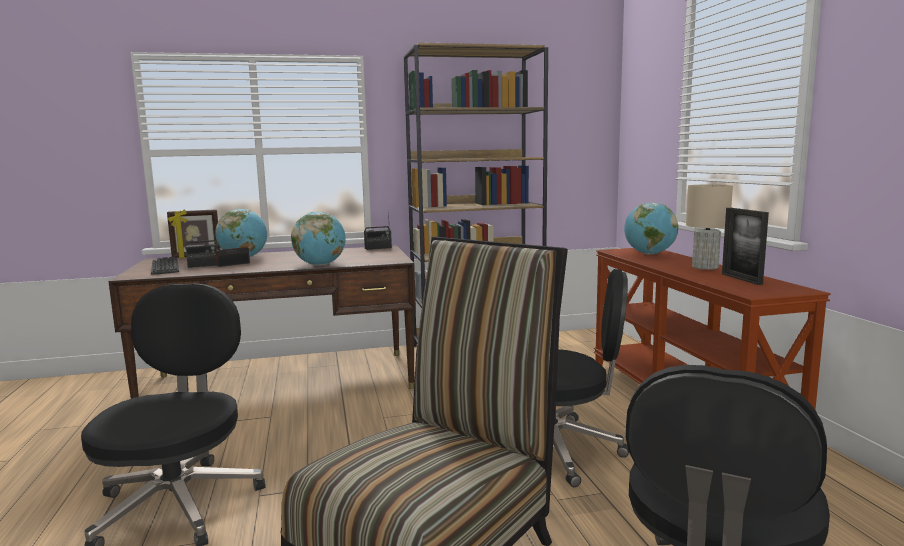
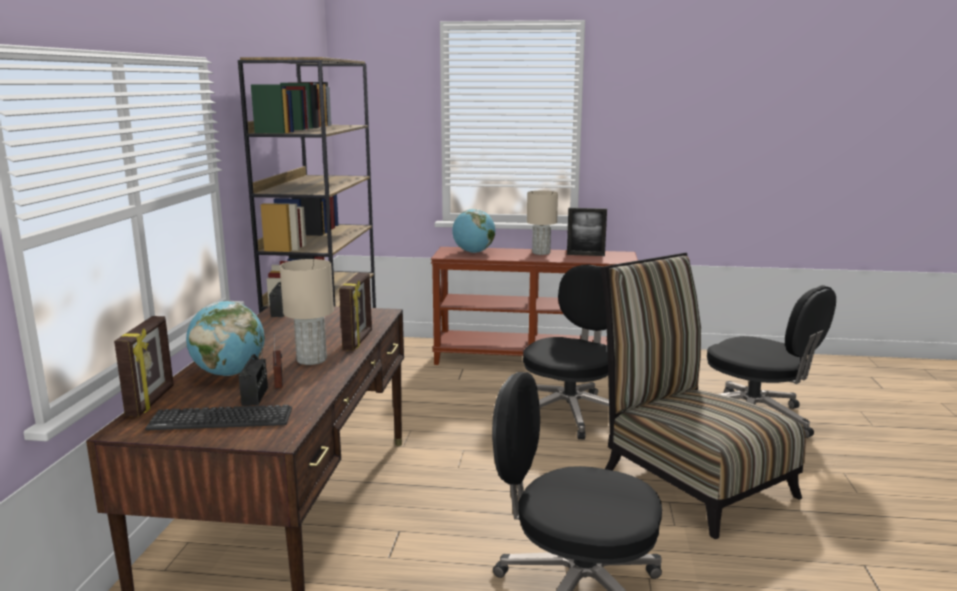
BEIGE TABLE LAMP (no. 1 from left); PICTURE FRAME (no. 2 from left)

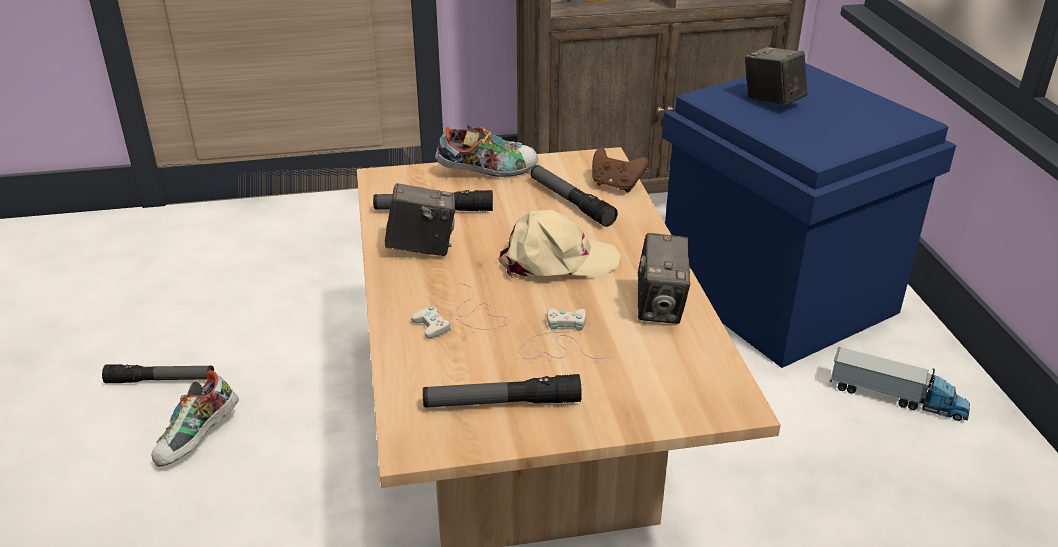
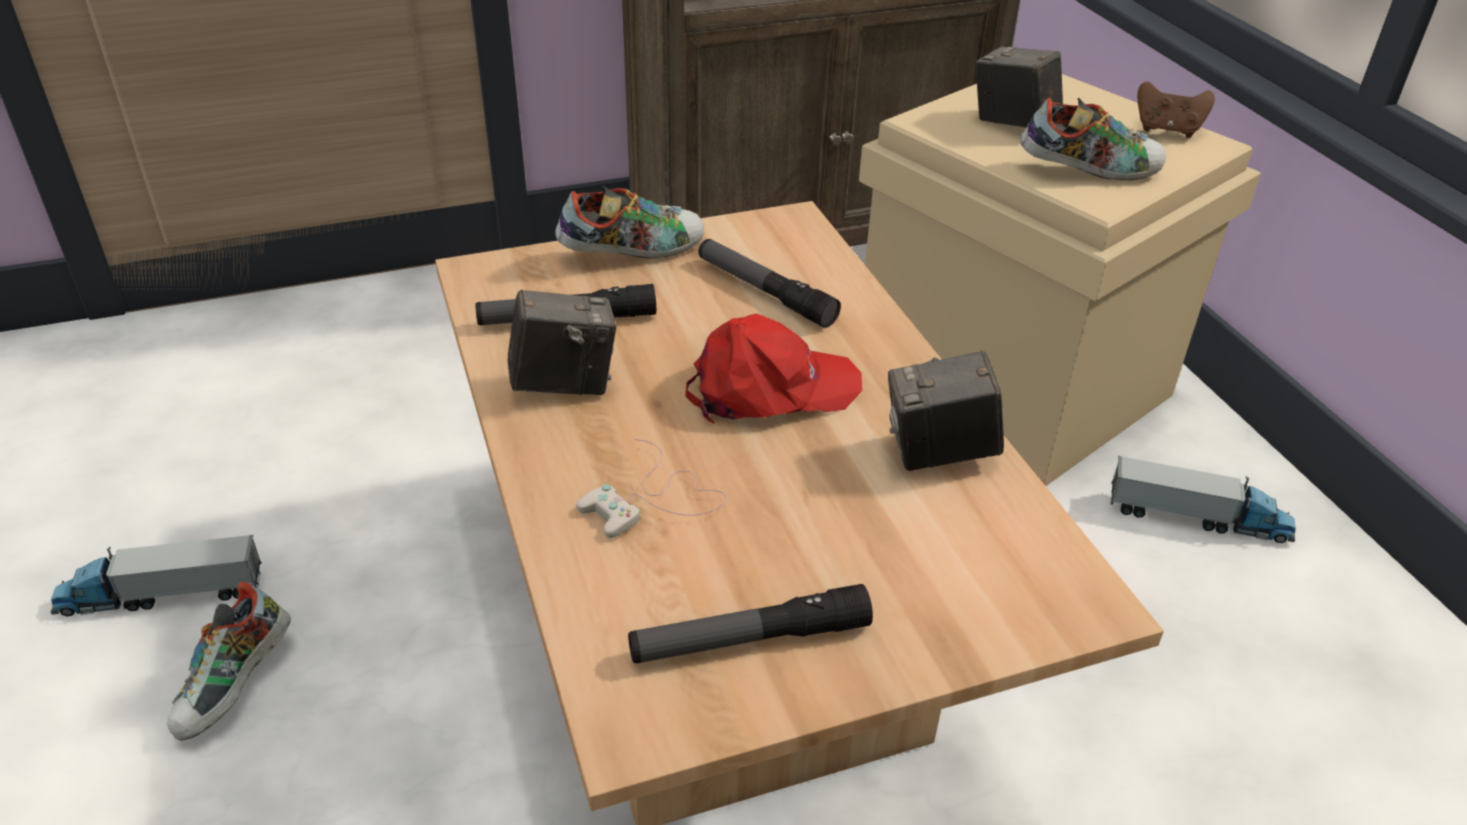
TOY TRUCK (no. 1 from left); RED CAP; BEIGE STORAGE BOX; PHOTO CAMERA (no. 2 from left); SHOE (no. 3 from left); BROWN GAME CONTROLLER; WHITE GAME CONTROLLER (no. 2 from left in the first image)

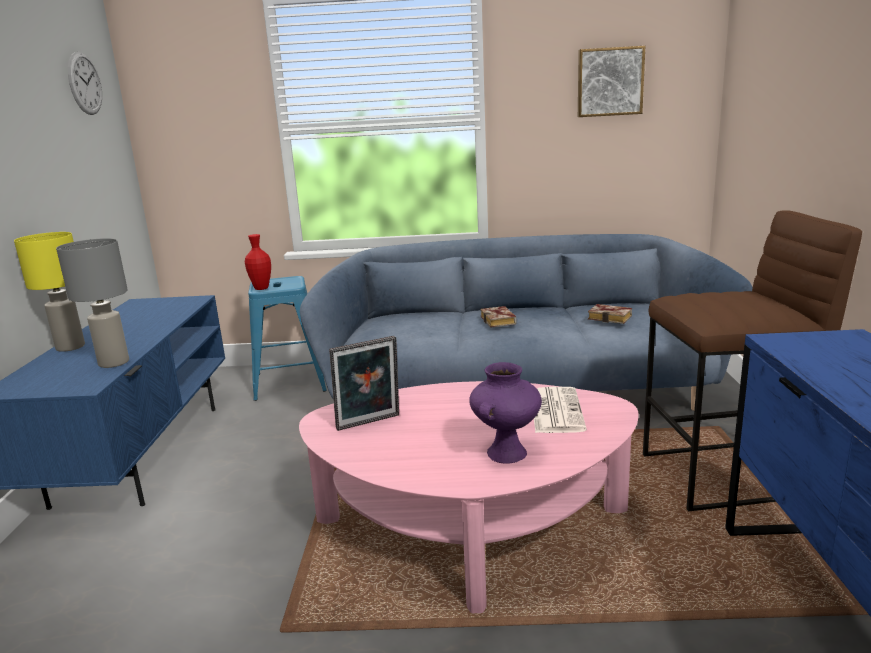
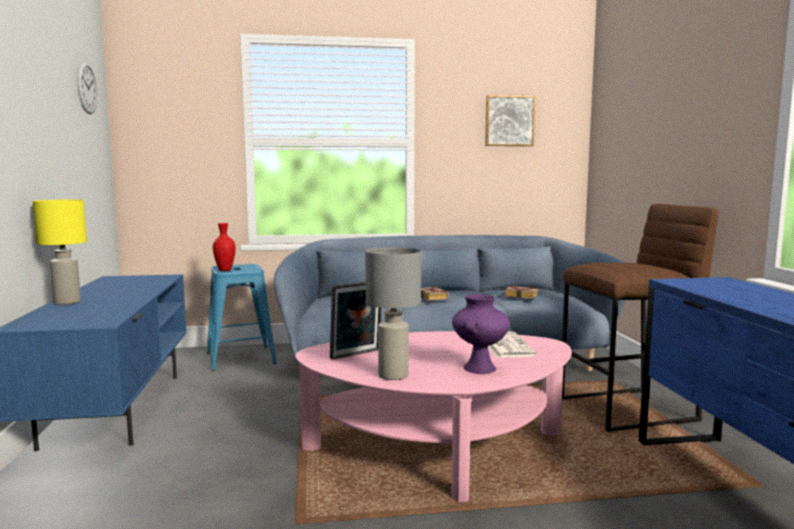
GREY TABLE LAMP

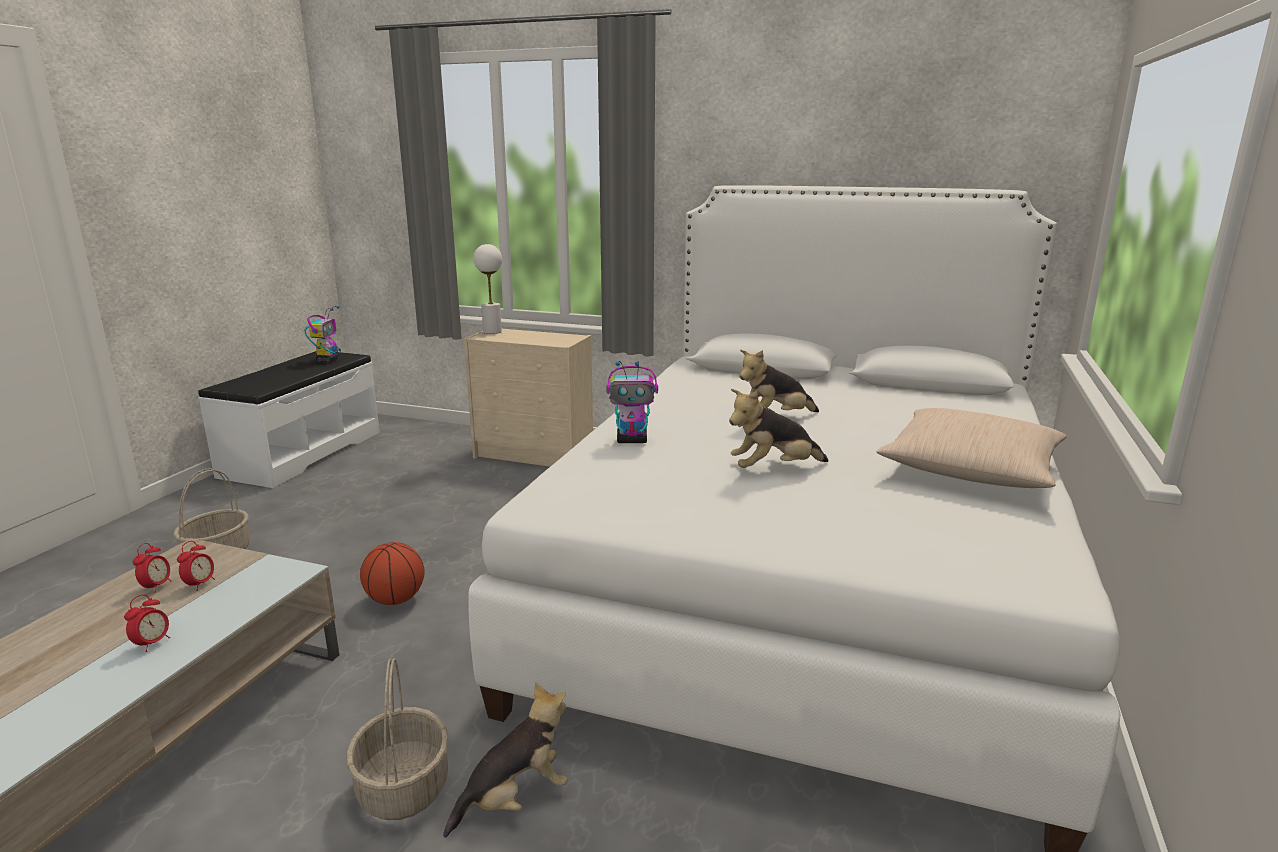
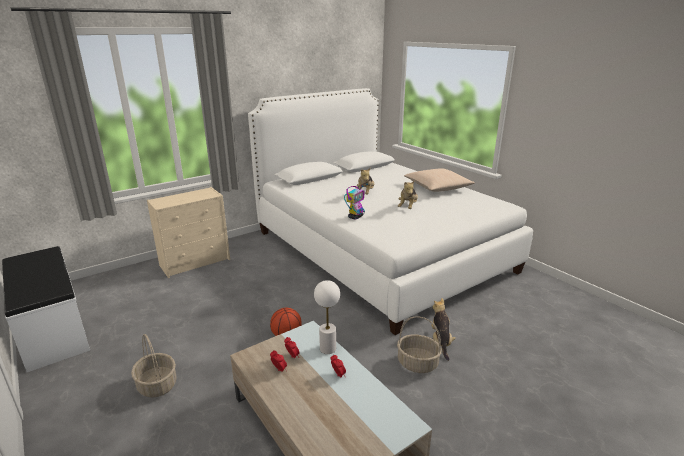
WHITE TABLE LAMP; TOY ROBOT (no. 1 from left in the first image)

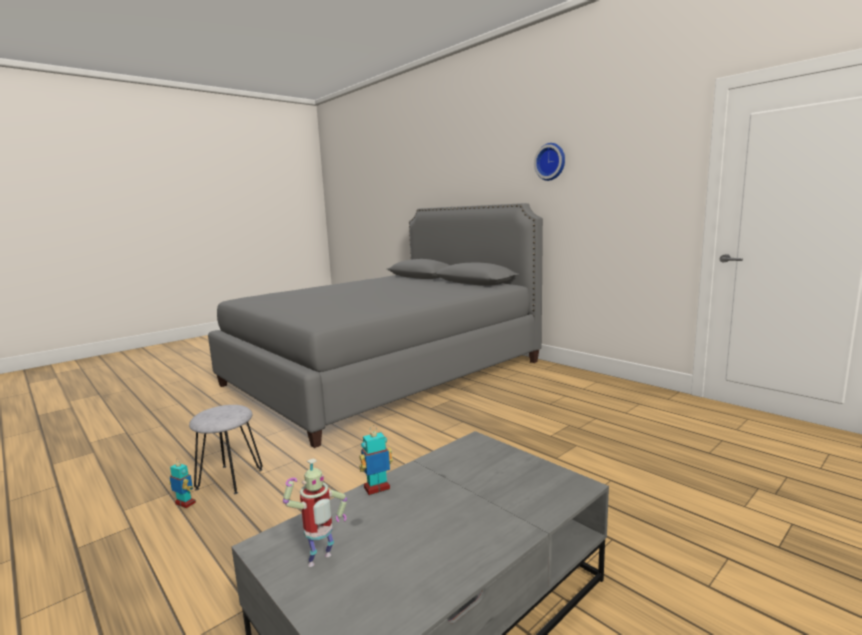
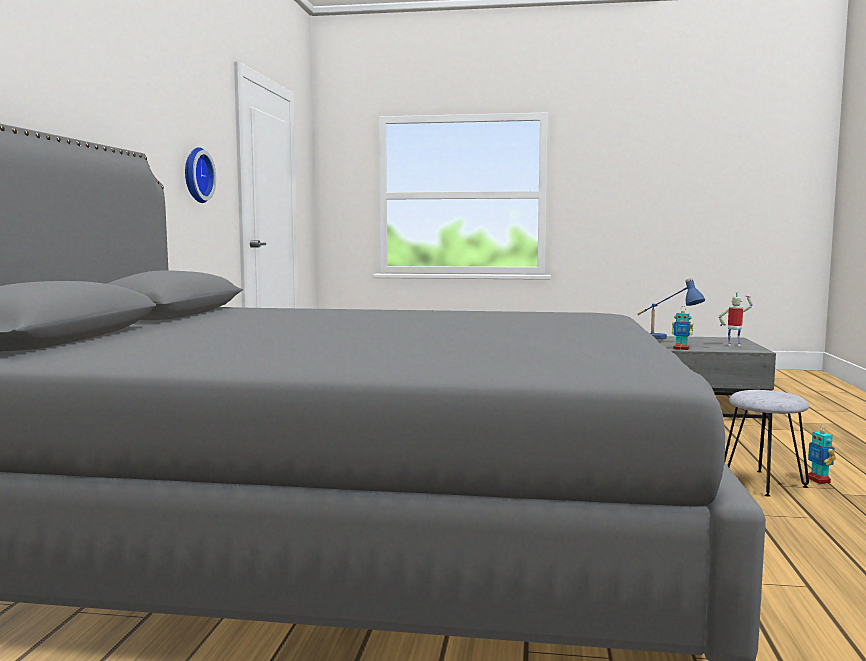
WALL CLOCK; BLUE TABLE LAMP

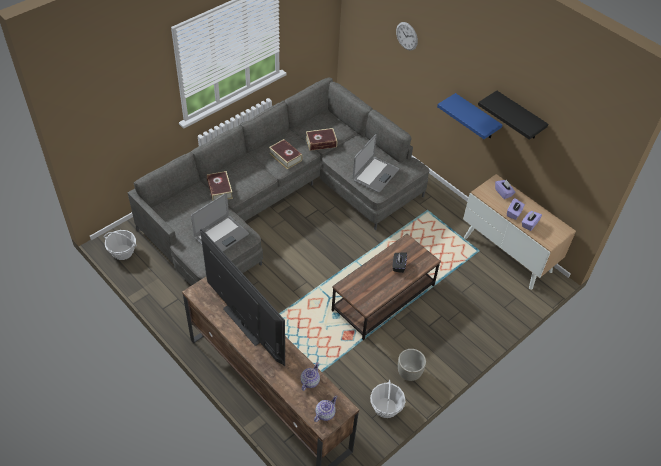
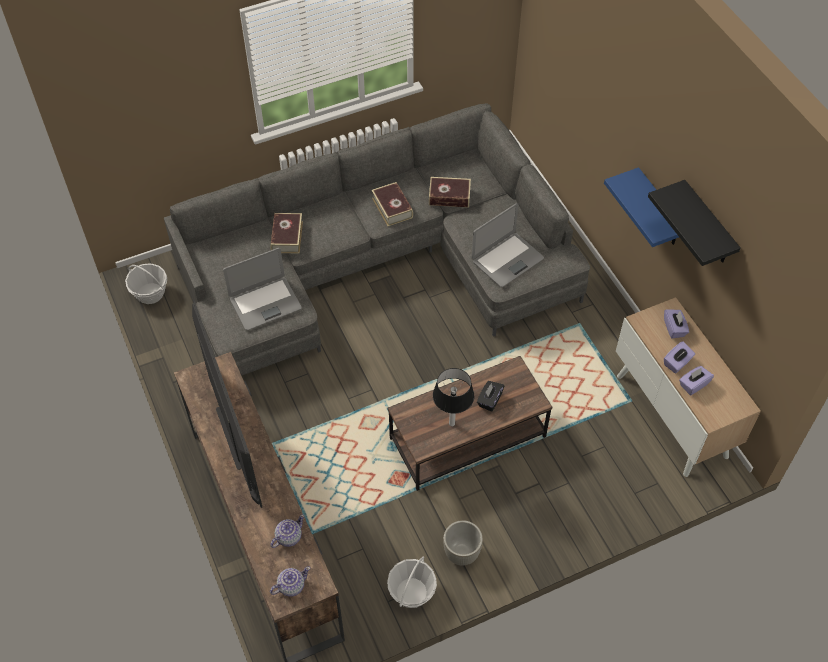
TABLE LAMP; WALL CLOCK

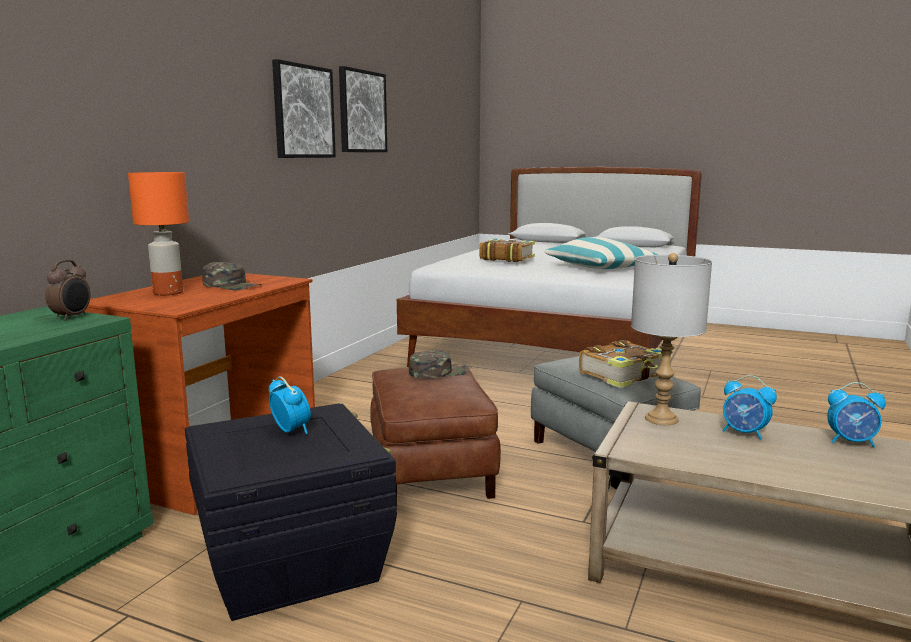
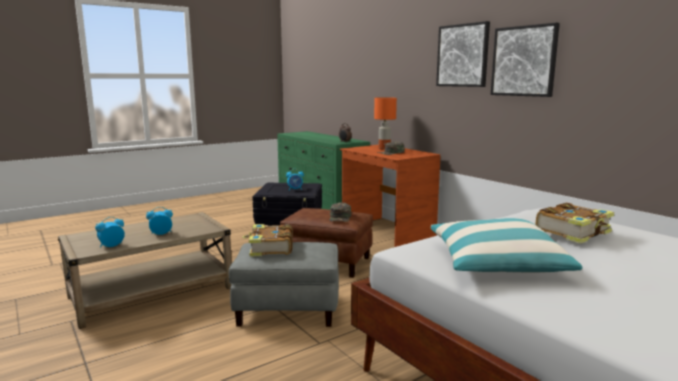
PICTURE (no. 1 from left); GREY TABLE LAMP

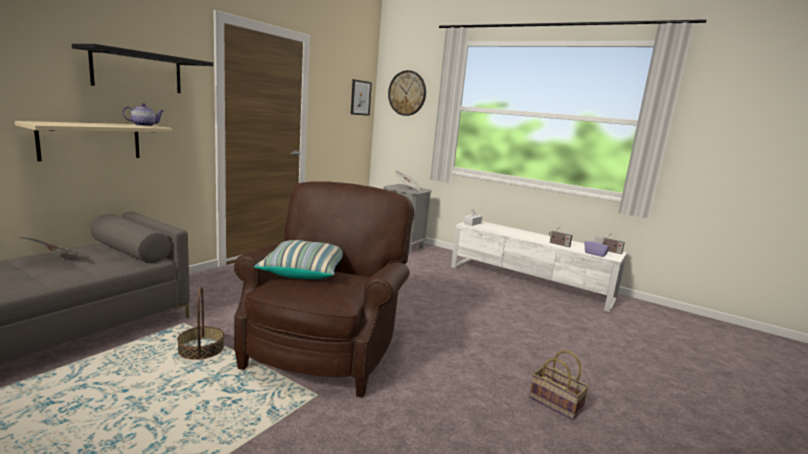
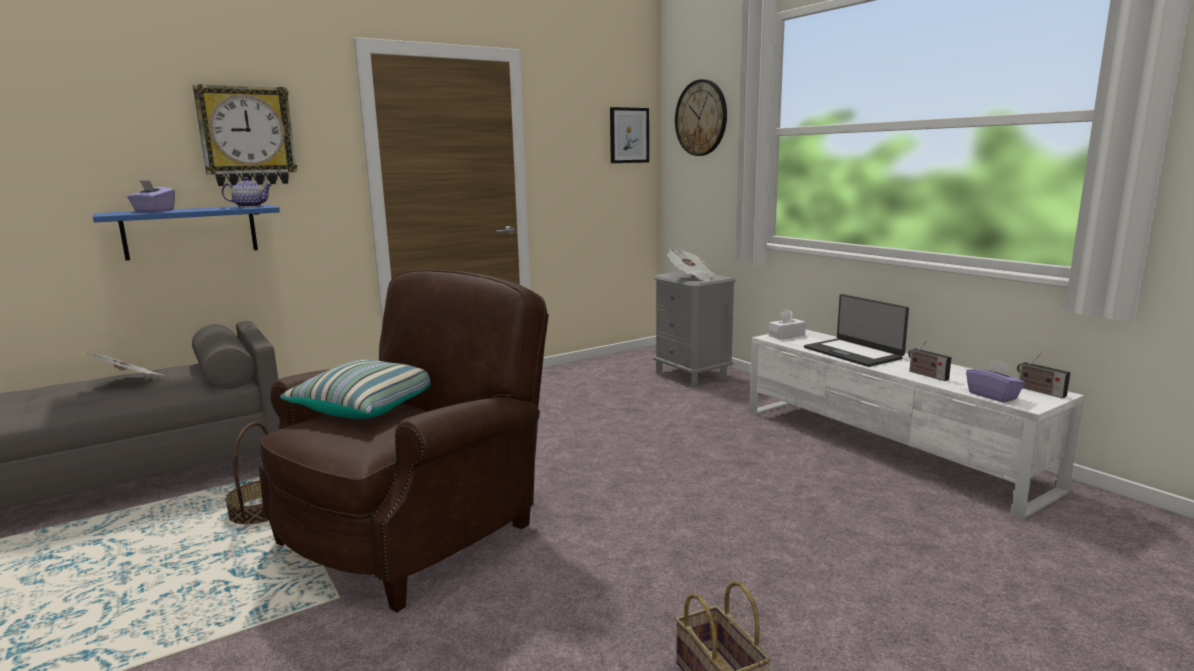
BLUE SHELF; PURPLE TISSUE BOX (no. 1 from left); WALL CLOCK (no. 1 from left); LAPTOP

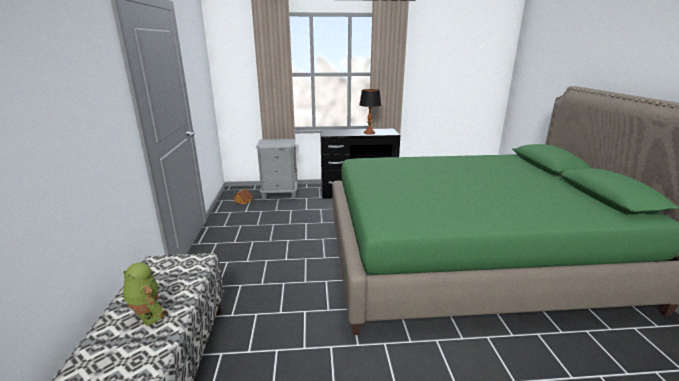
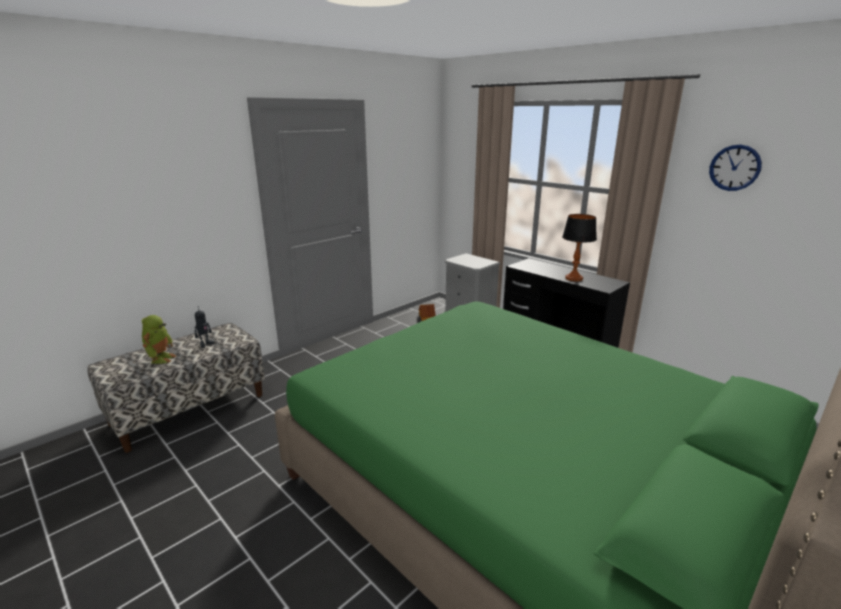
TOY ROBOT (no. 2 from left); WALL CLOCK

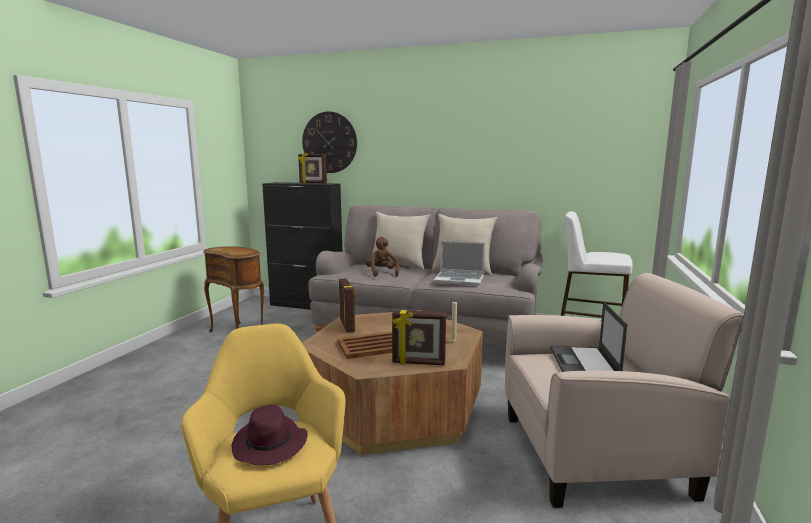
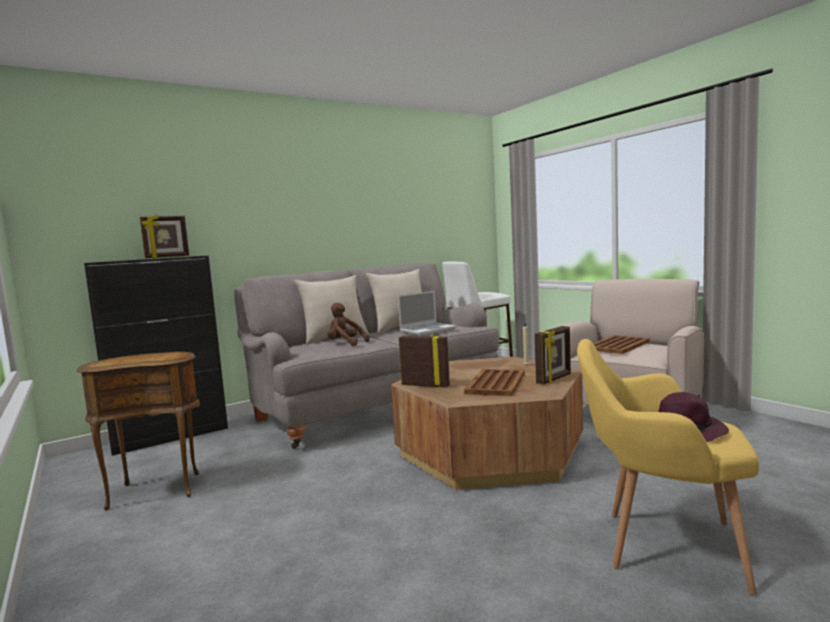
BROWN TRAY (no. 2 from left); WALL CLOCK

